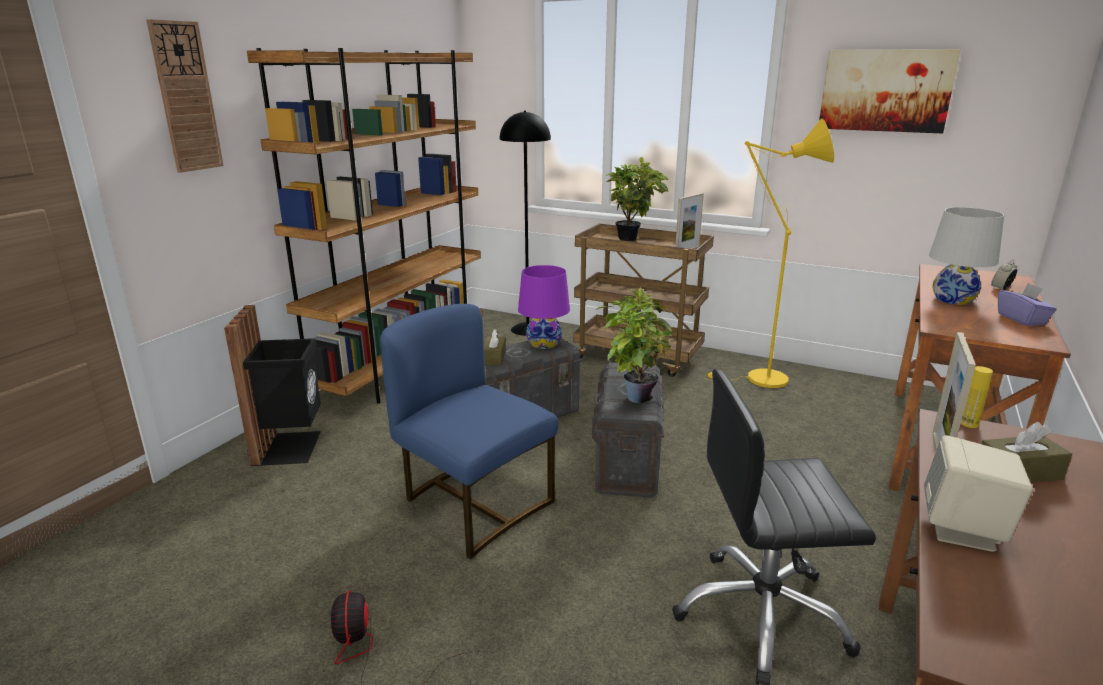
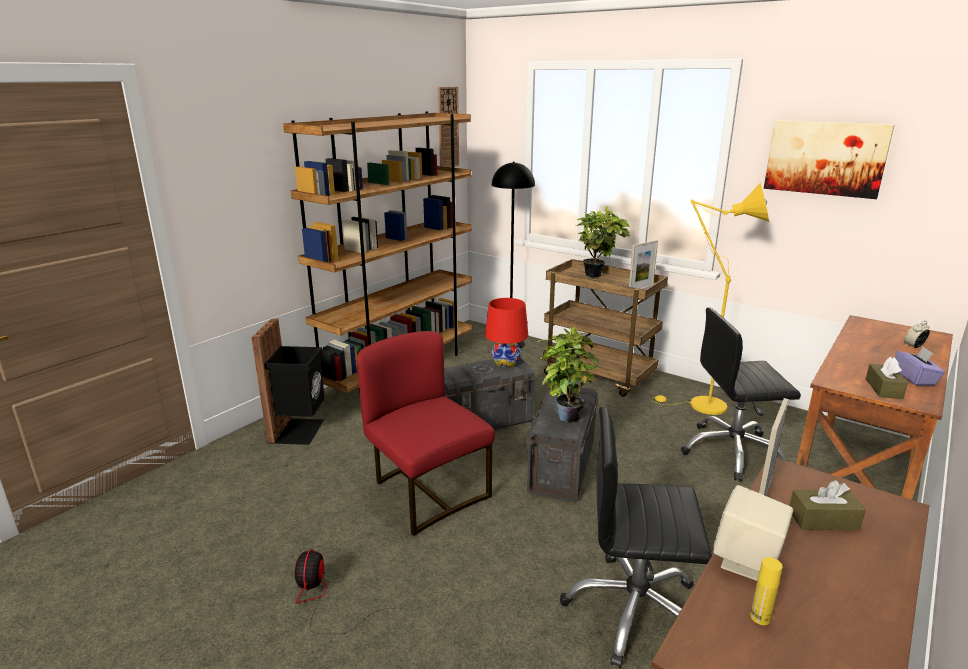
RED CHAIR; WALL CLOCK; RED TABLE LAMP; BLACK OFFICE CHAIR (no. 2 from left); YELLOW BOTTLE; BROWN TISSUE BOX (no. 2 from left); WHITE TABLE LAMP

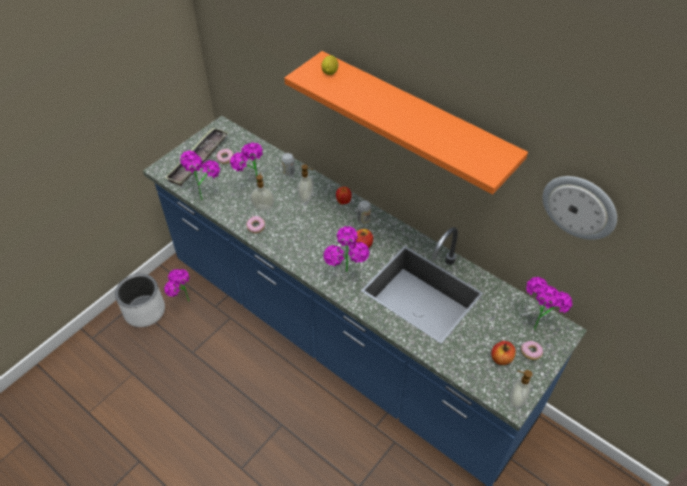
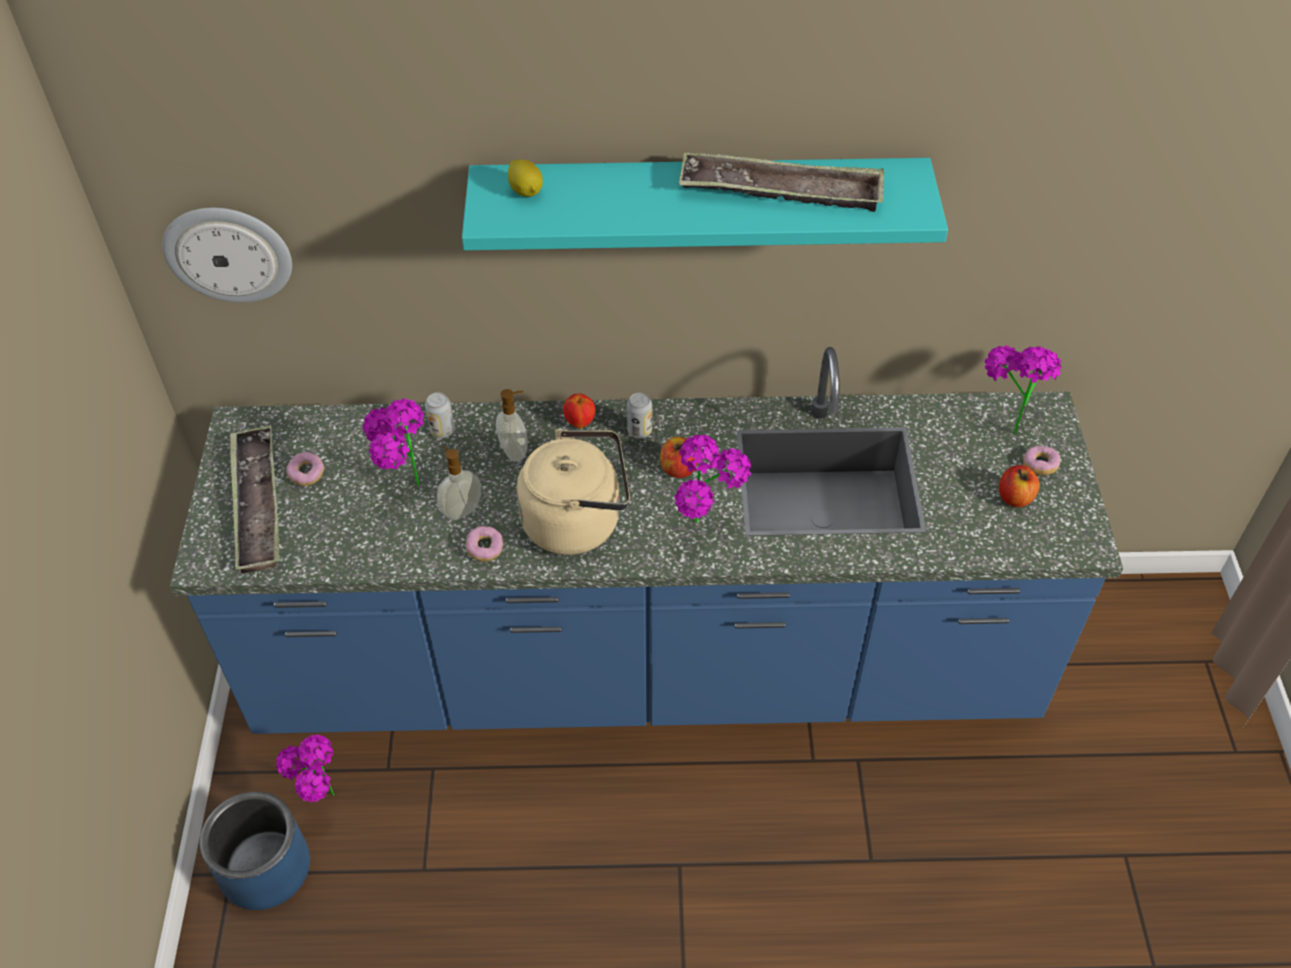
WALL CLOCK; BLUE PLANTER; TURQUOISE SHELF; BEIGE KETTLE; TRAY (no. 2 from left); POTTED PLANT (no. 2 from left in the first image); SOAP DISPENSER (no. 3 from left in the first image)

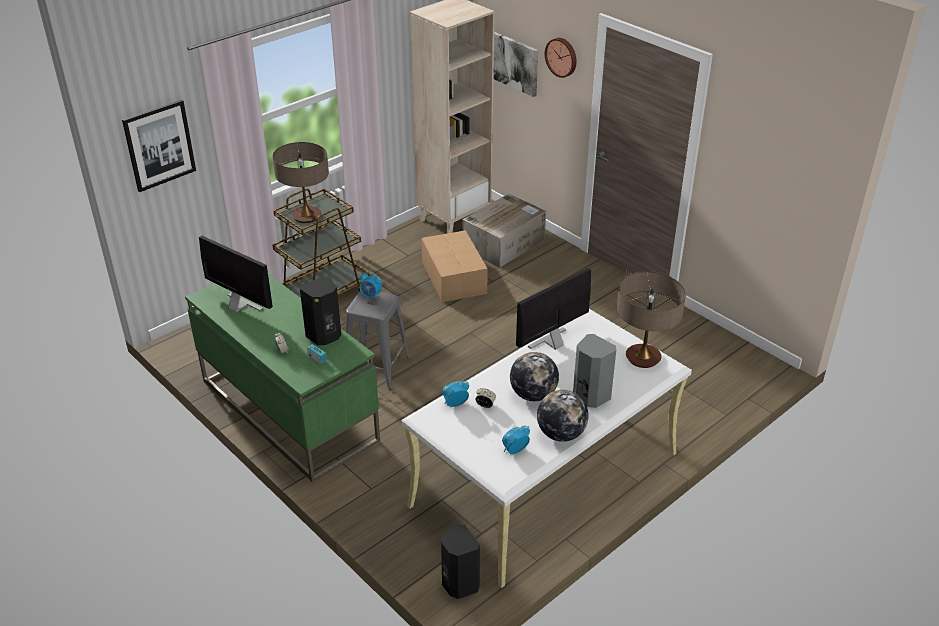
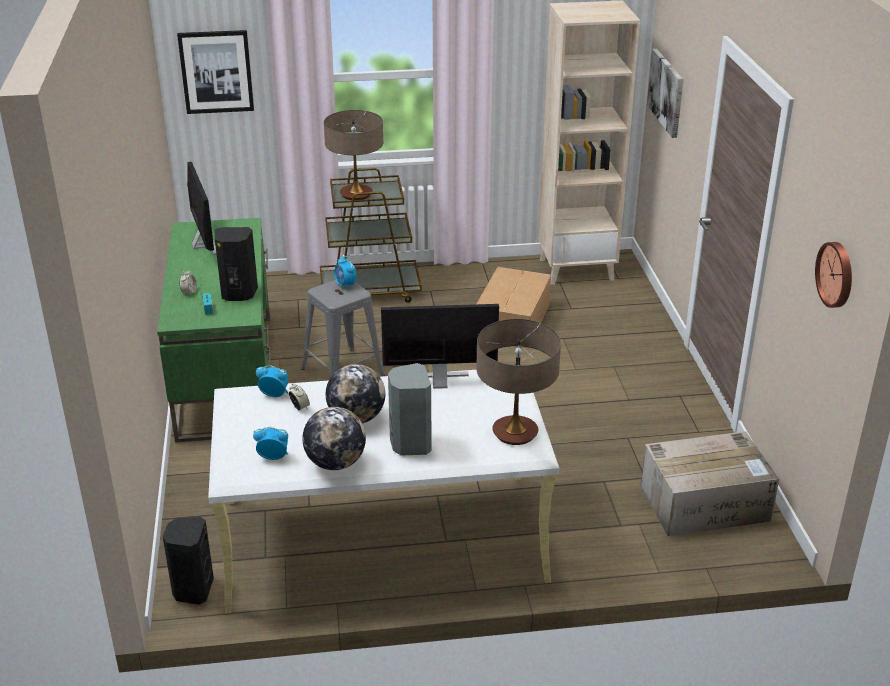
CARDBOARD BOX (no. 2 from left); WALL CLOCK

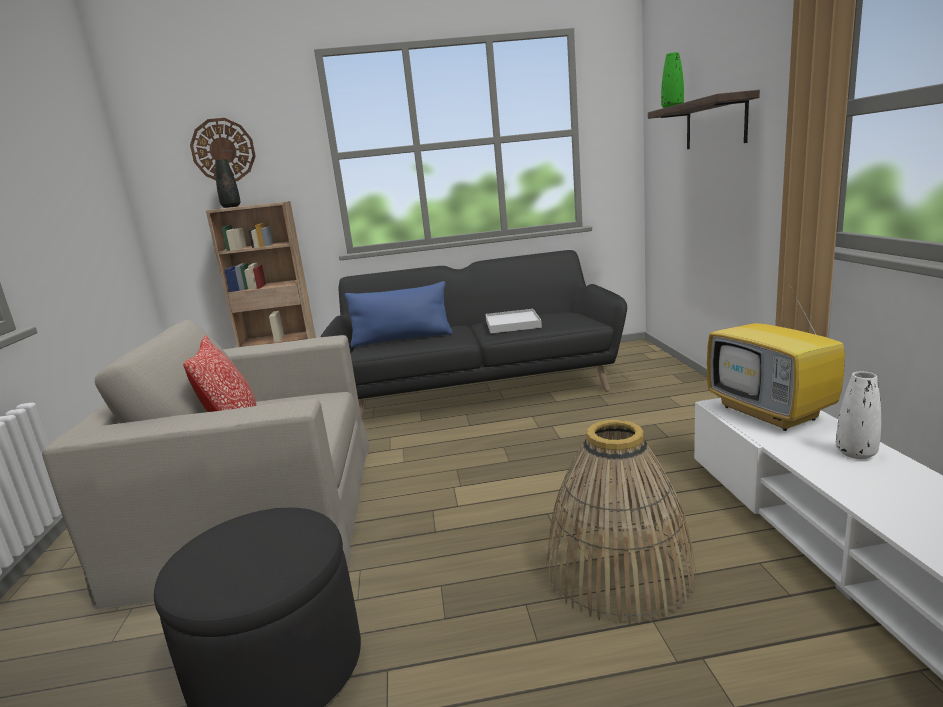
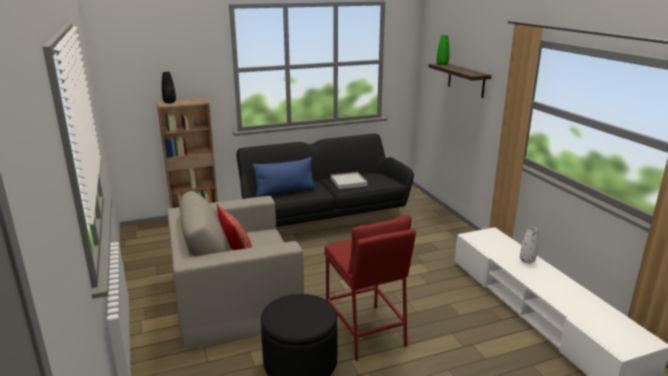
RED STOOL; WALL CLOCK; BASKET; TELEVISION

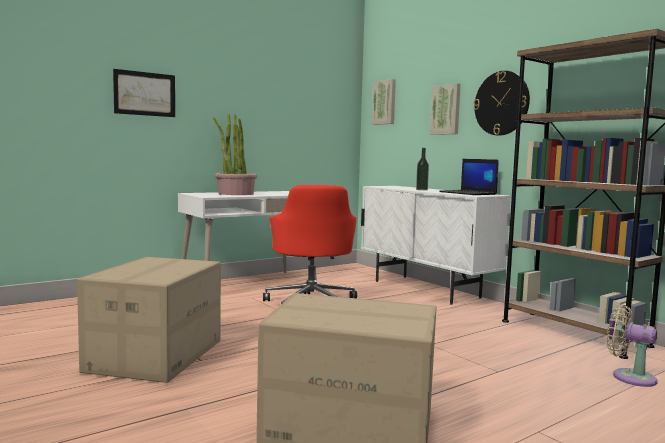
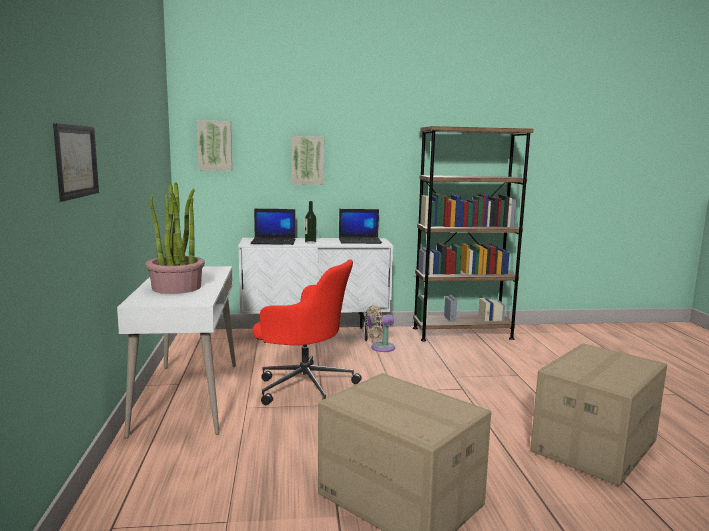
LAPTOP (no. 1 from left); BEIGE FAN; WALL CLOCK

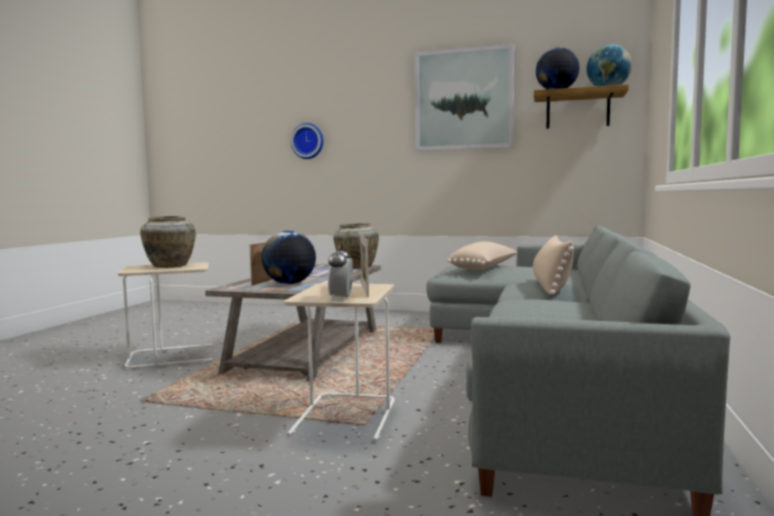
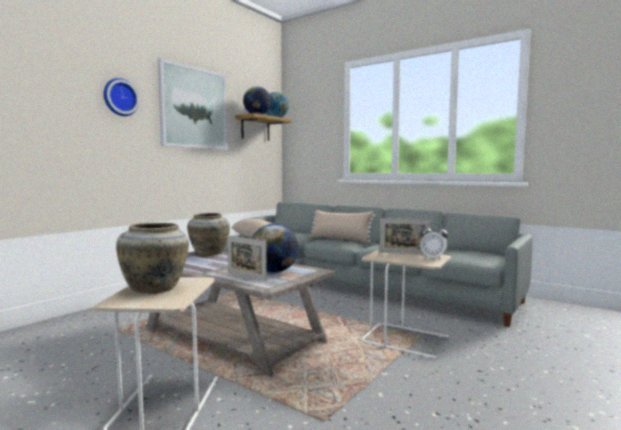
WALL CLOCK

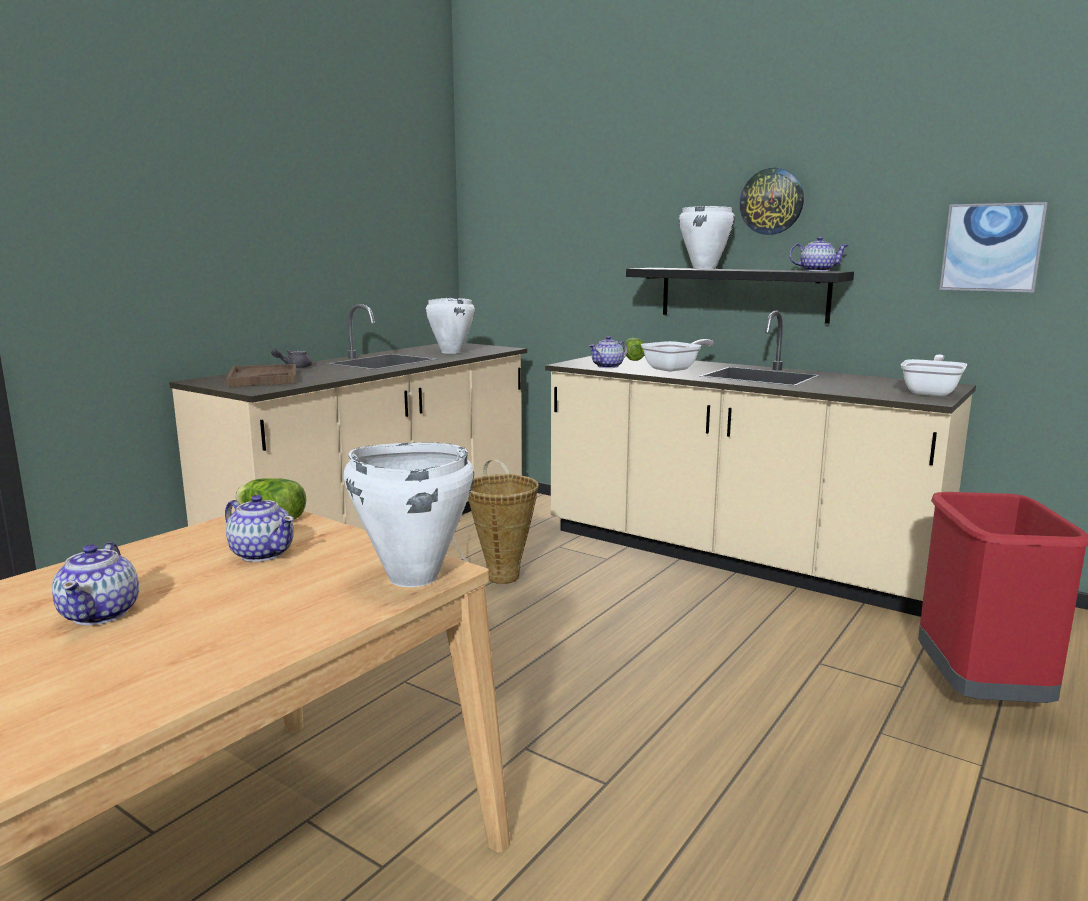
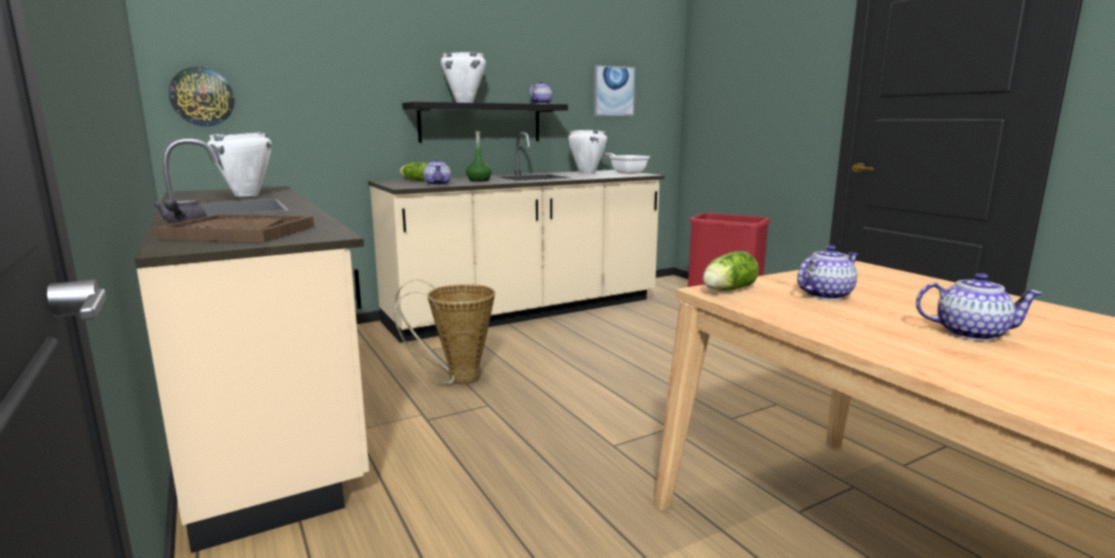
WALL CLOCK; GREEN BOTTLE; WHITE COOKING POT (no. 3 from left)

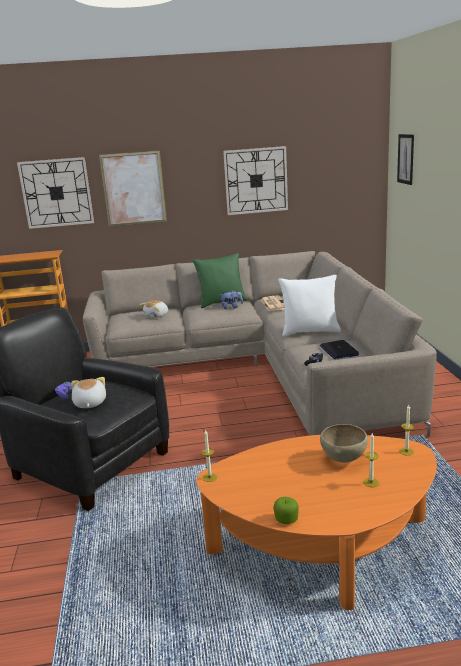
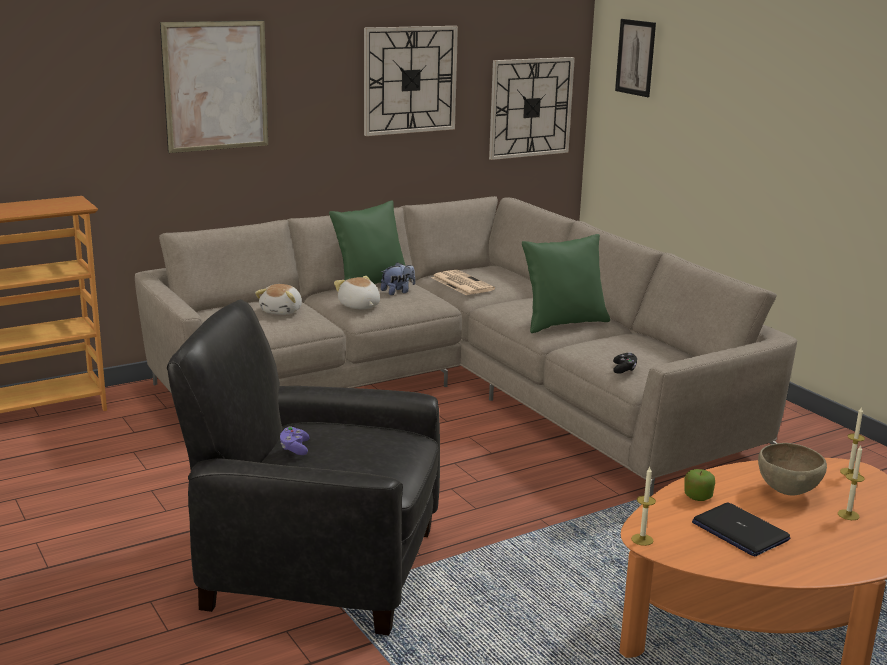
PLUSH TOY (no. 2 from left); WALL CLOCK (no. 2 from left); GREEN PILLOW (no. 2 from left); APPLE; LAPTOP

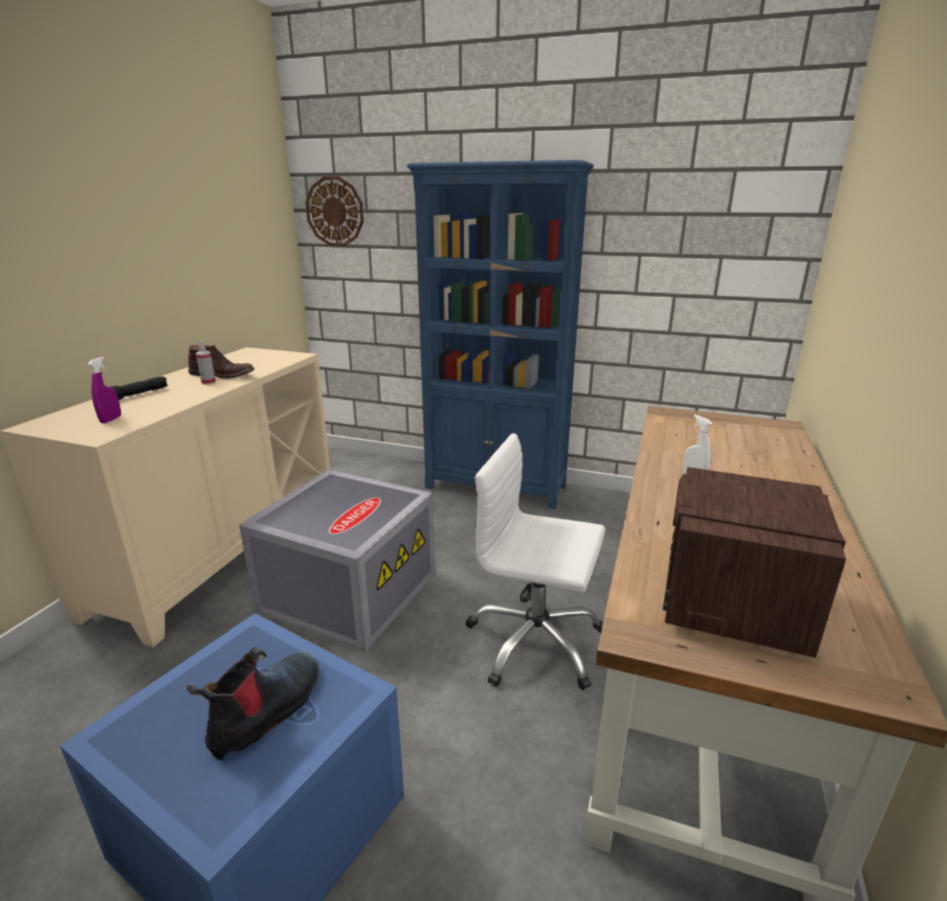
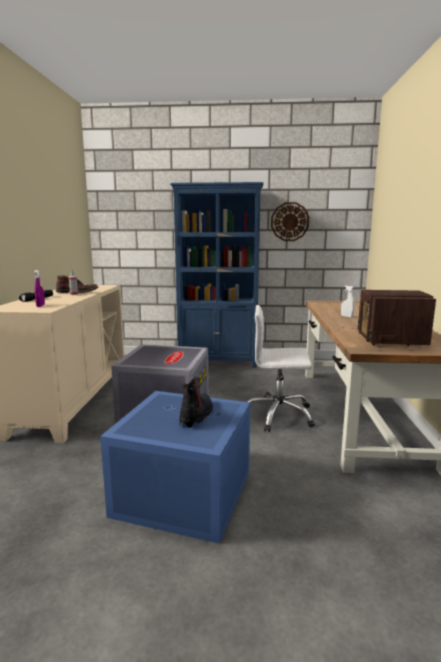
WALL CLOCK

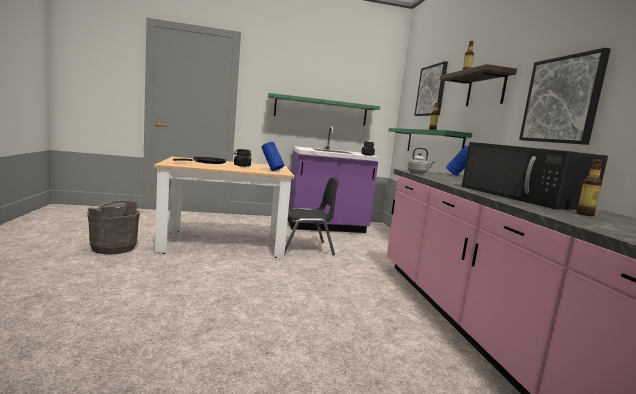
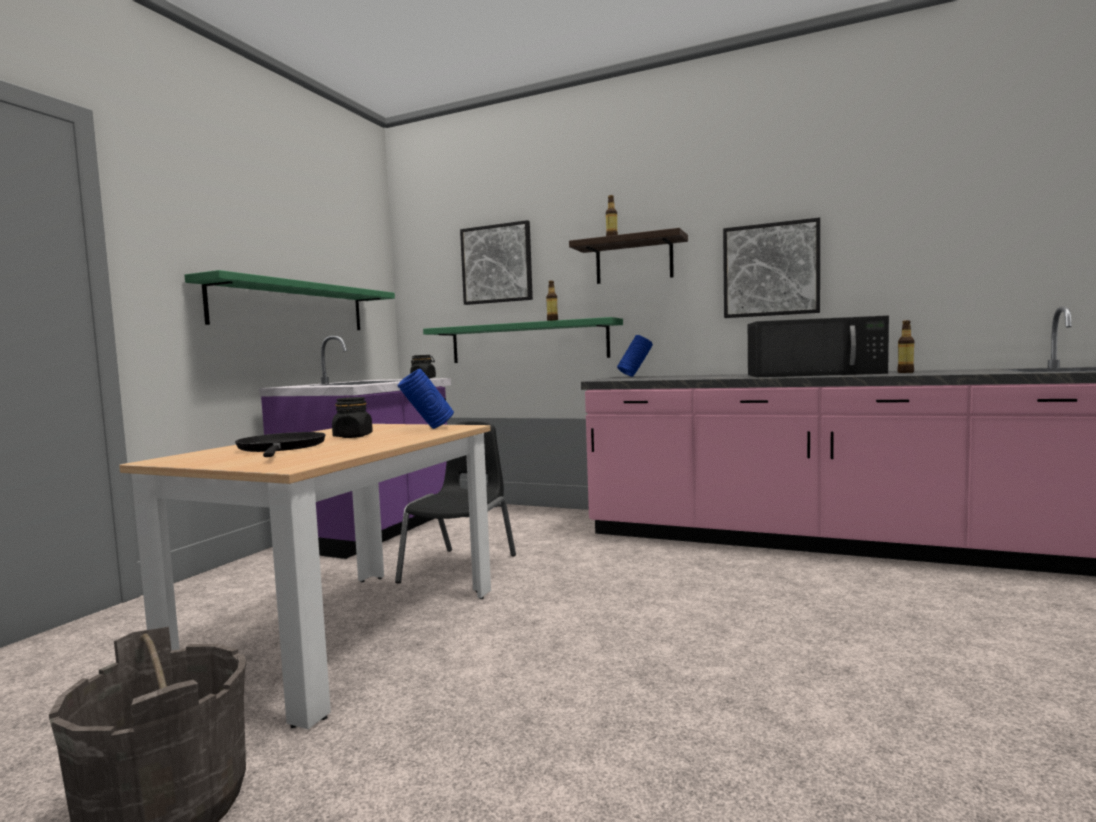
GREY KETTLE

